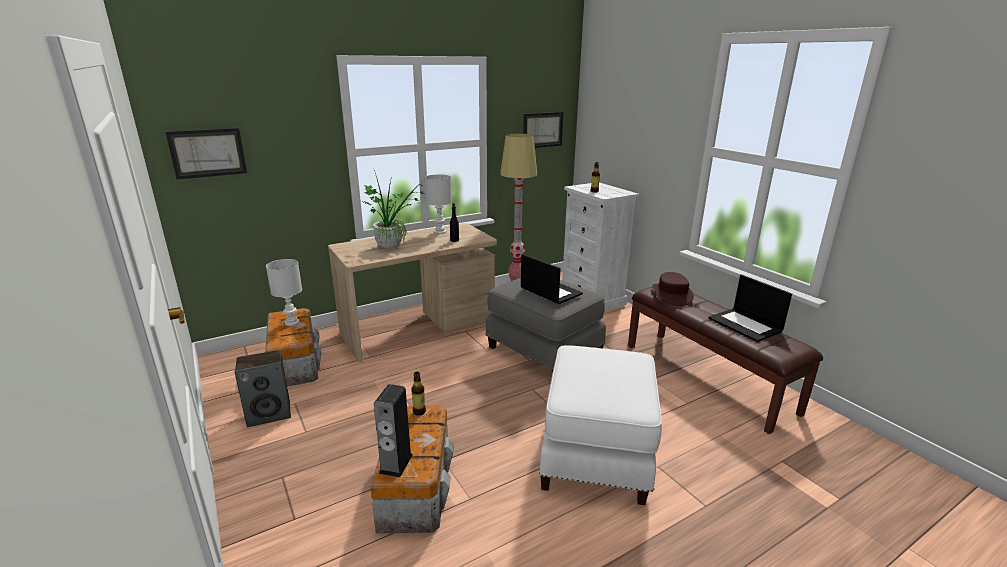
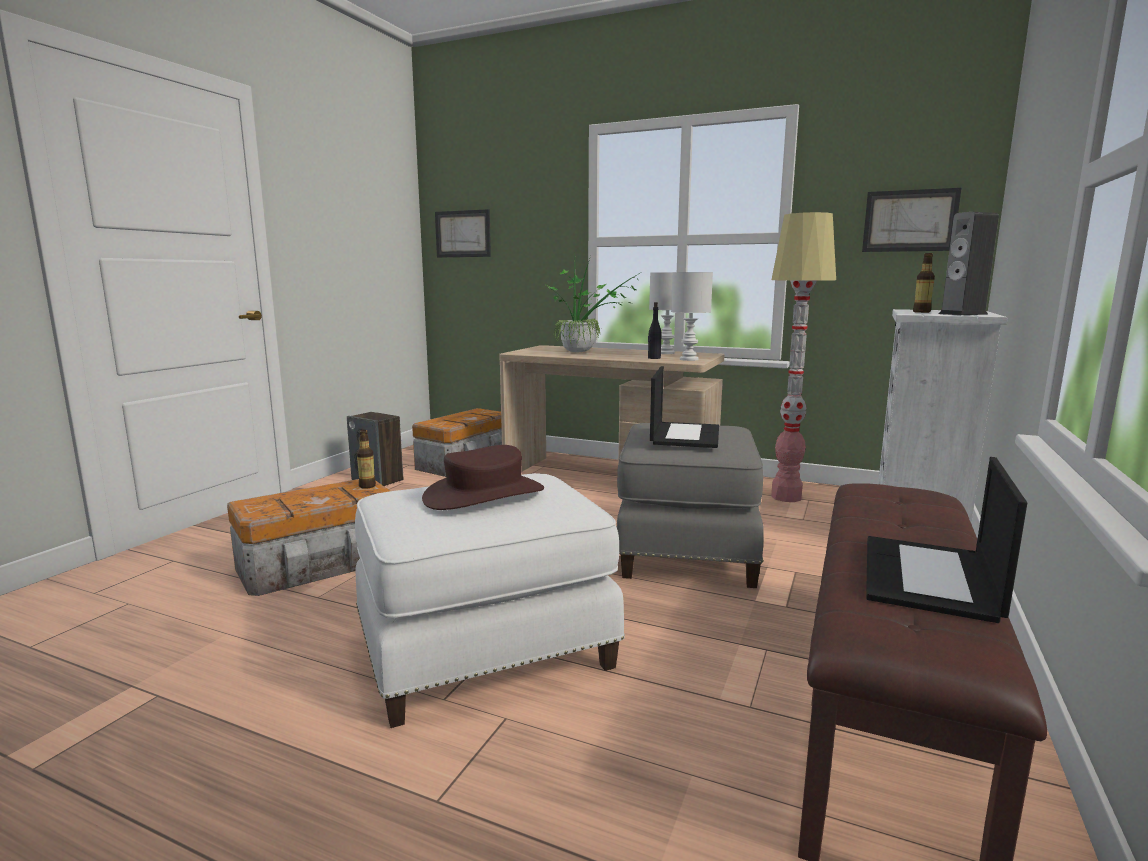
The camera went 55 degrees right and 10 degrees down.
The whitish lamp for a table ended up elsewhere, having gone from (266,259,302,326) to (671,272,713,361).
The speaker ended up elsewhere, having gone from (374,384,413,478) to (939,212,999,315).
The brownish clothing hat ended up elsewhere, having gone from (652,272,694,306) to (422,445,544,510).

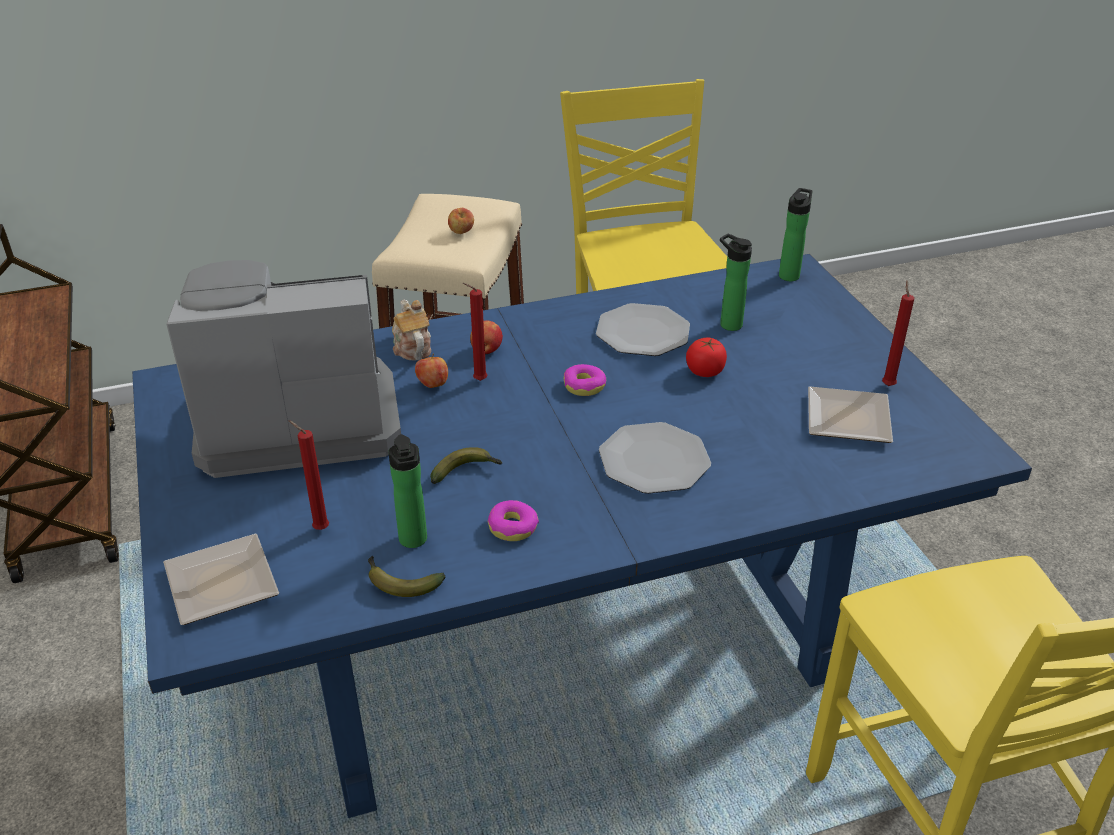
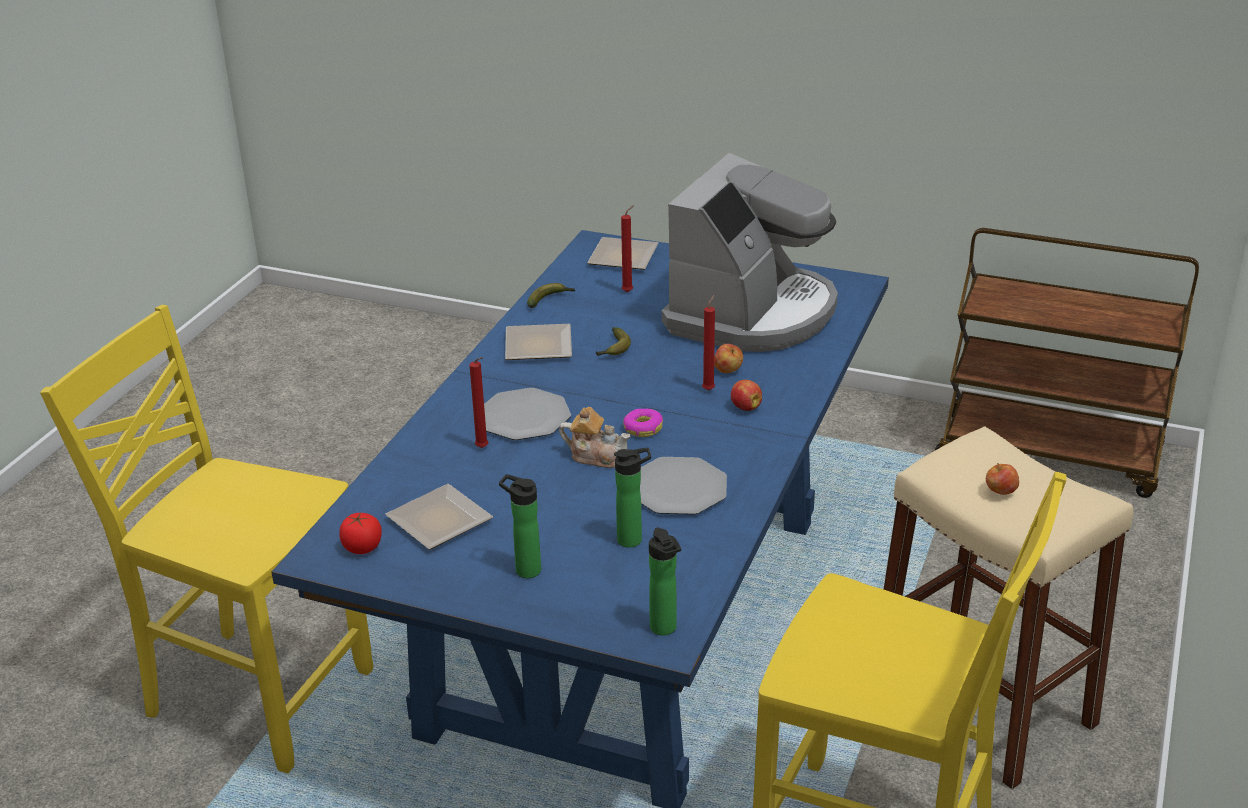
The camera went 130 degrees right and 5 degrees down.
The beverage bottle ended up elsewhere, having gone from (388,434,427,548) to (499,474,541,578).
The tea pot ended up elsewhere, having gone from (392,300,431,360) to (559,407,631,468).
Where the doughnut stood at (488,500,539,541), the flat dish came to stand at (505,324,572,360).
The fresh tomato ended up elsewhere, having gone from (686,337,727,377) to (339,512,382,554).
The reddish wax light ended up elsewhere, having gone from (882,280,914,386) to (470,357,488,448).

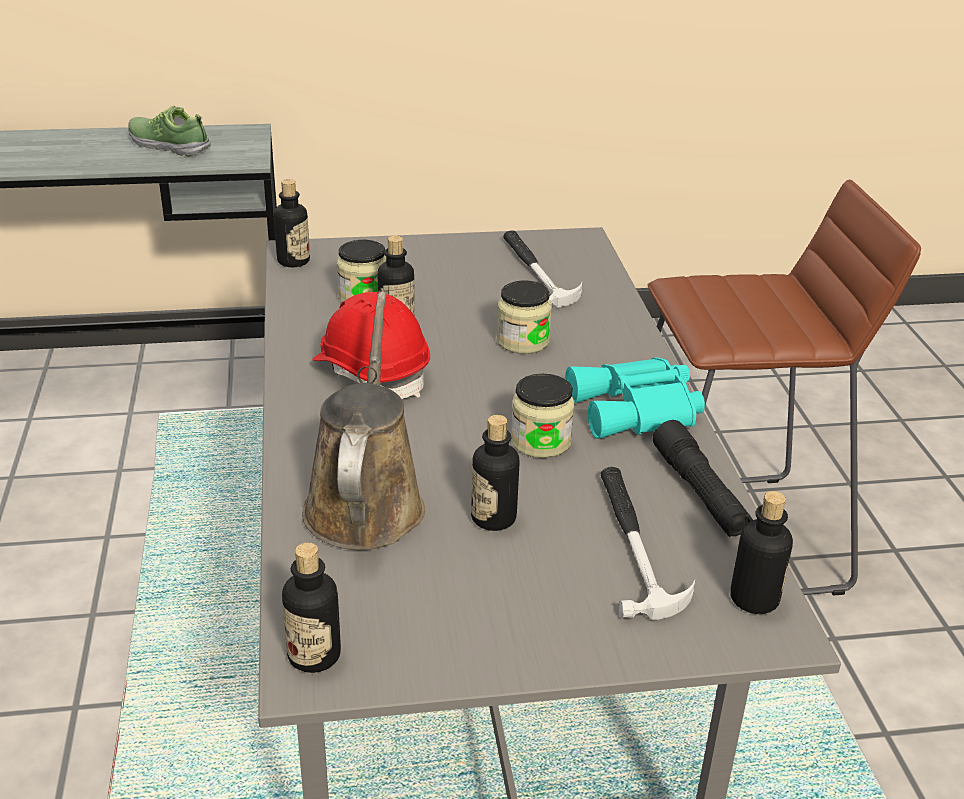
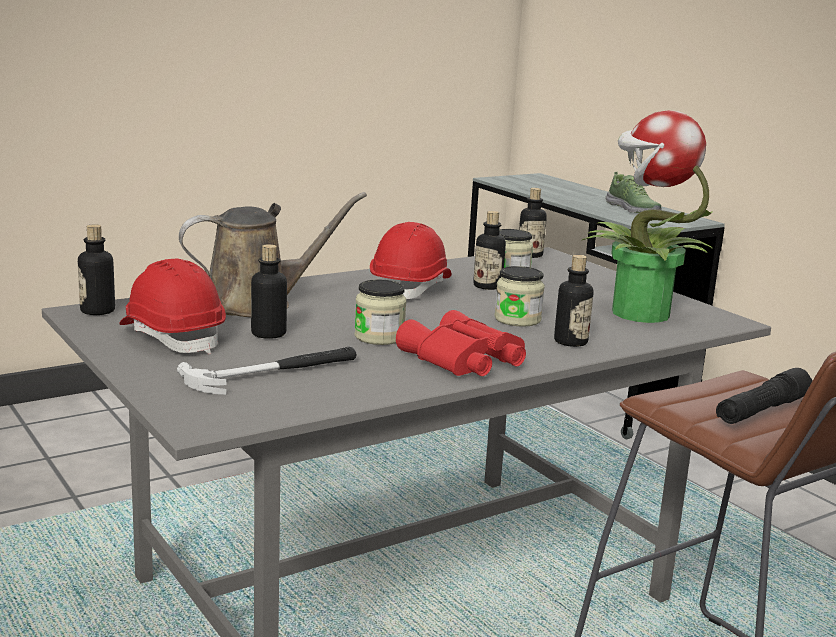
The camera went 65 degrees right and 15 degrees down.
The low shoe at (128,105,211,157) ended up facing another way, 150 degrees clockwise from before.
Where the hand hammer stood at (503,230,582,307), the potted plant came to stand at (581,110,713,323).
What was the turquoise-coloured binoculars at (565,357,705,439) turned into the reddish binoculars at (396,310,526,376).
The black hand torch ended up elsewhere, having gone from (653,420,753,537) to (716,368,812,424).
The beverage bottle ended up elsewhere, having gone from (730,491,793,614) to (554,255,594,347).
The second view gained the reddish hard hat at (119,258,226,354).

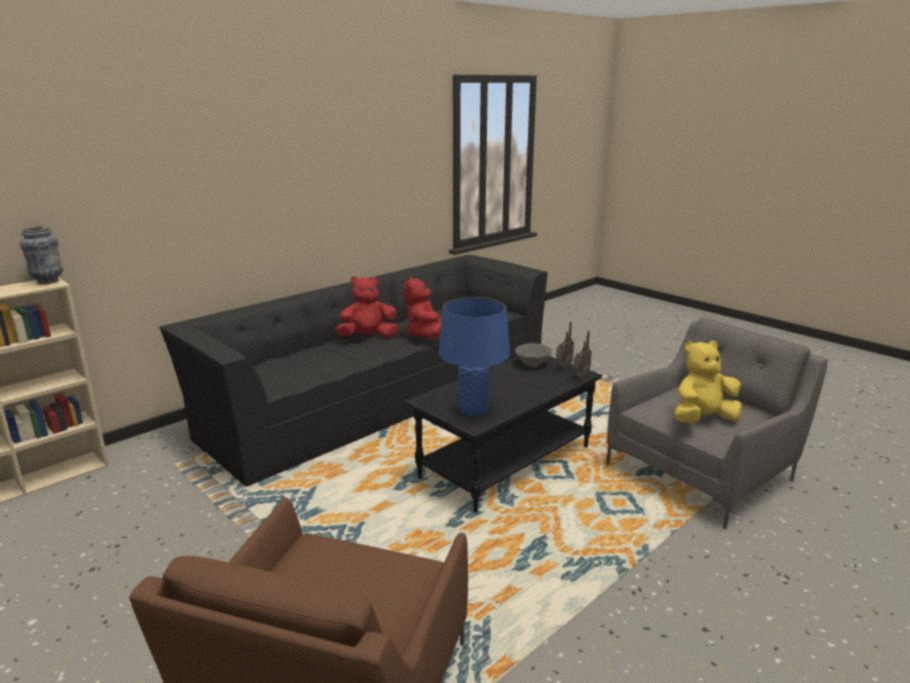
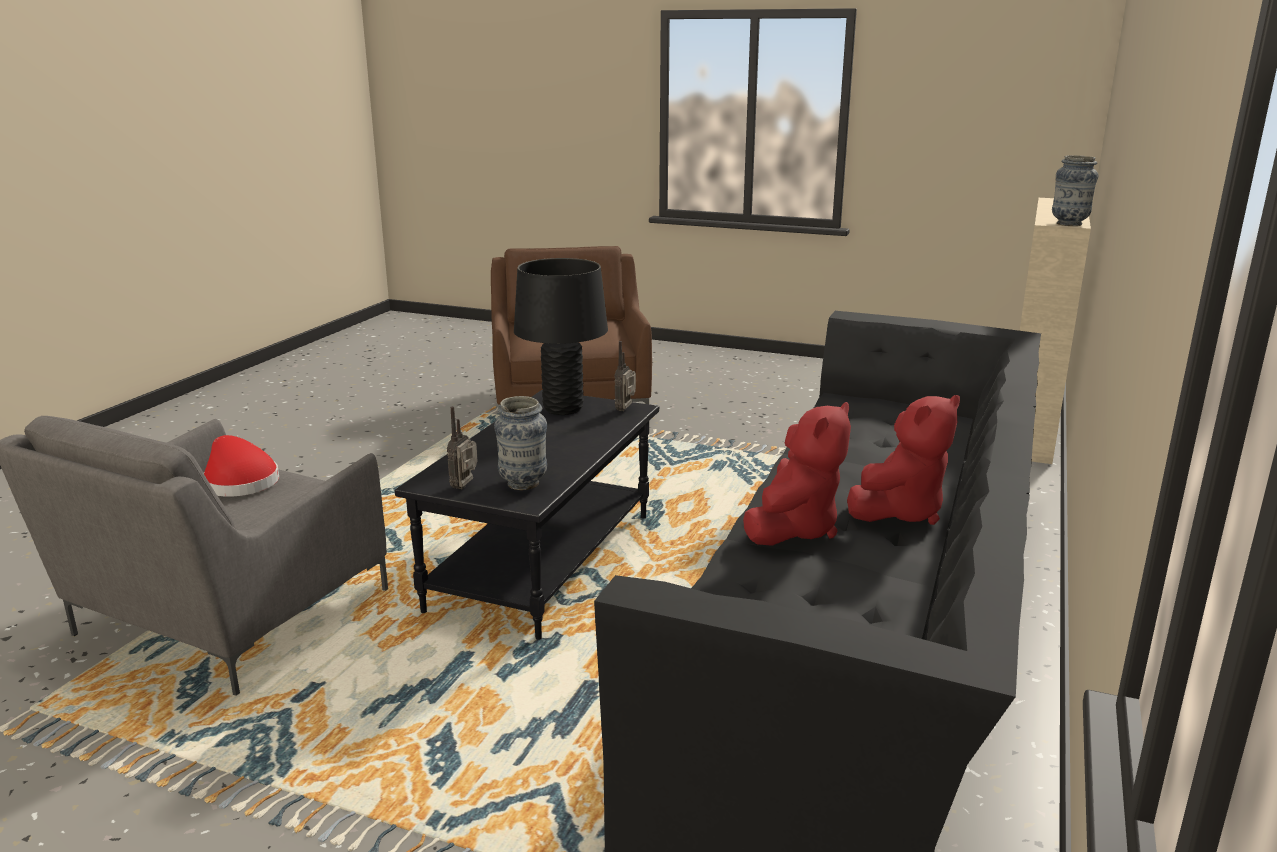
The camera went 155 degrees right and 0 degrees up.
The reddish cuddly toy at (404,276,442,338) ended up facing another way, 60 degrees clockwise from before.
What was the blue-coloured lamp for a table at (438,297,510,416) turned into the black lamp for a table at (514,258,608,415).
Where the grey serving bowl stood at (515,343,552,367), the vase came to stand at (494,396,547,490).
The radio set ended up elsewhere, having gone from (573,331,592,380) to (615,341,636,411).
Where the yellowish cuddly toy stood at (674,340,742,423), the reddish clothing hat came to stand at (204,435,279,497).

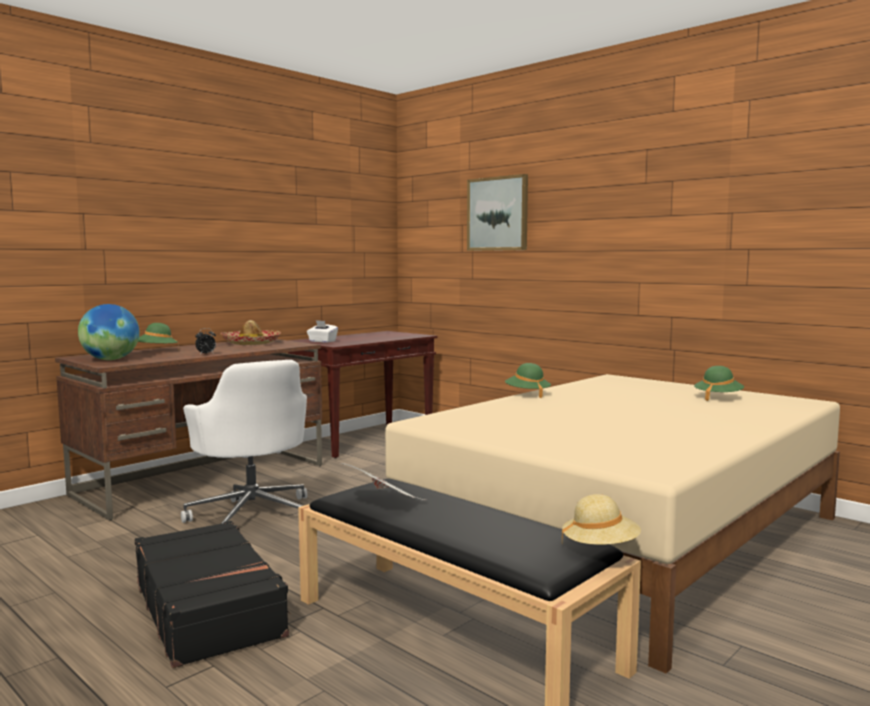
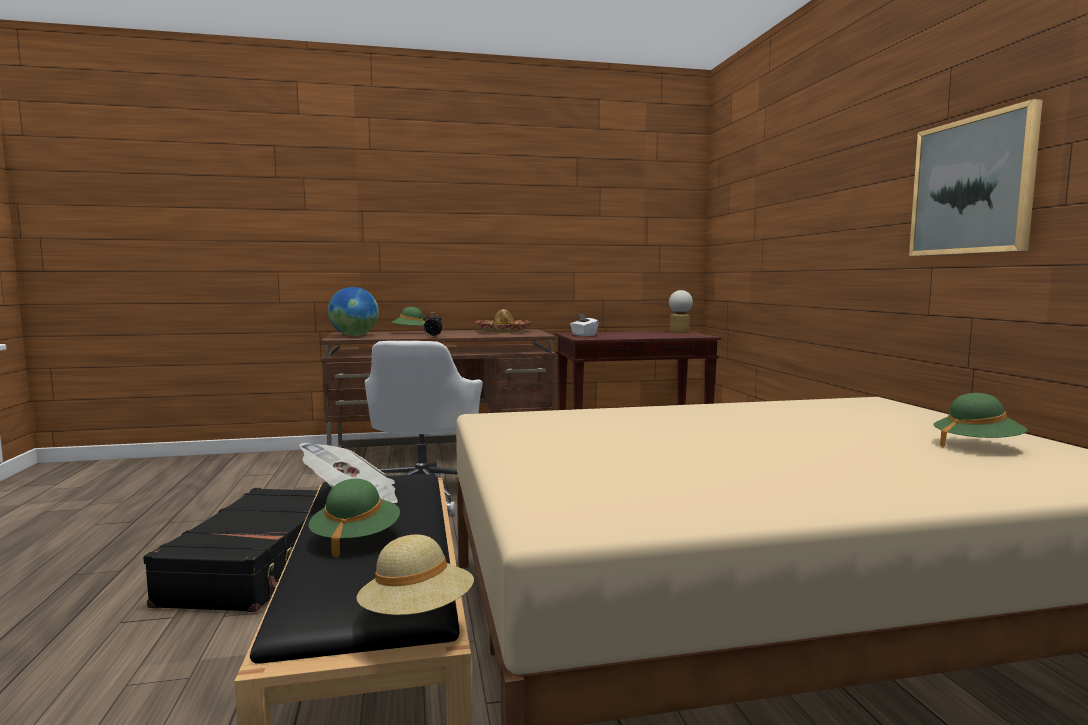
The camera went 35 degrees right and 0 degrees up.
The wall art ended up elsewhere, having gone from (467,174,528,251) to (909,99,1043,256).
The green clothing hat ended up elsewhere, having gone from (505,363,551,398) to (309,479,400,558).
The second view gained the lamp for a table at (669,290,693,333).

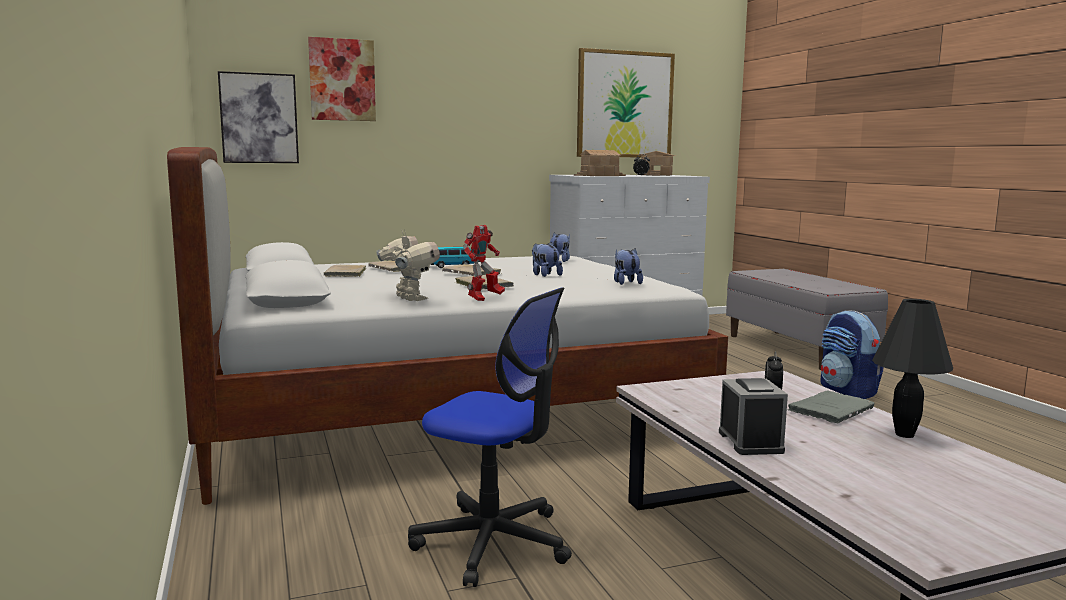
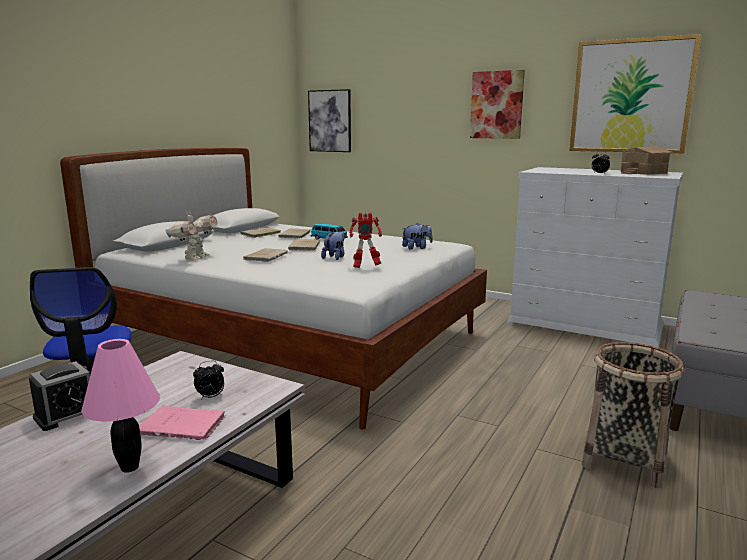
The camera went 50 degrees right and 5 degrees up.
The wall art ended up elsewhere, having gone from (308,37,376,121) to (470,70,525,139).
The robot figure ended up elsewhere, having gone from (463,225,505,301) to (349,212,382,268).
The second view lost the miniature house at (574,150,626,176).
The second view lost the cuddly toy at (614,248,643,285).
What was the grey book at (787,391,875,424) turned into the pink book at (139,406,227,440).
Where the backpack stood at (820,310,884,399), the storage basket came to stand at (582,342,684,488).
What was the black lamp for a table at (872,299,953,438) turned into the pink lamp for a table at (81,339,160,473).

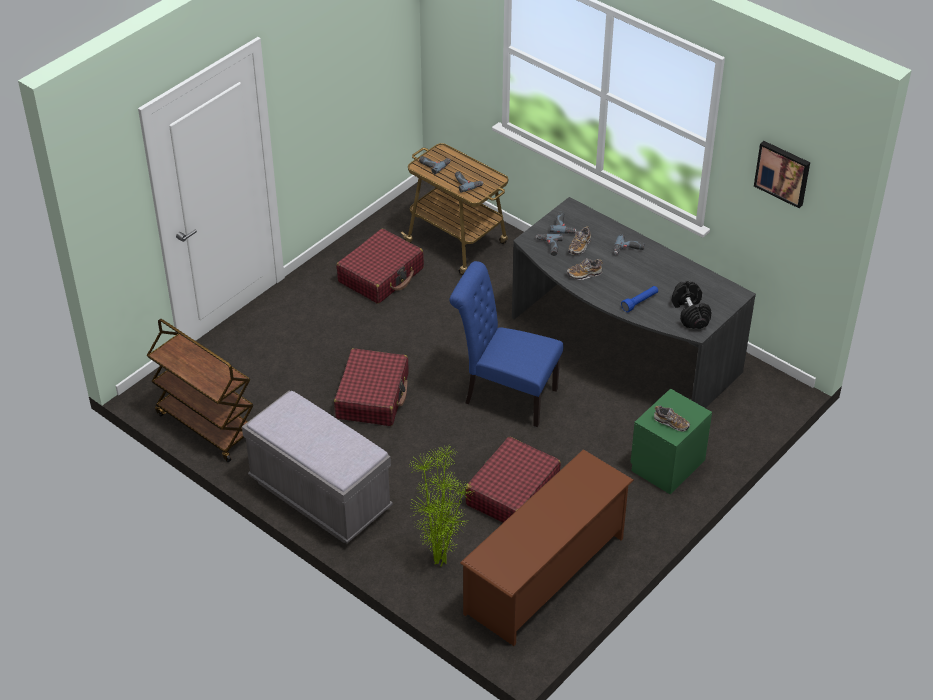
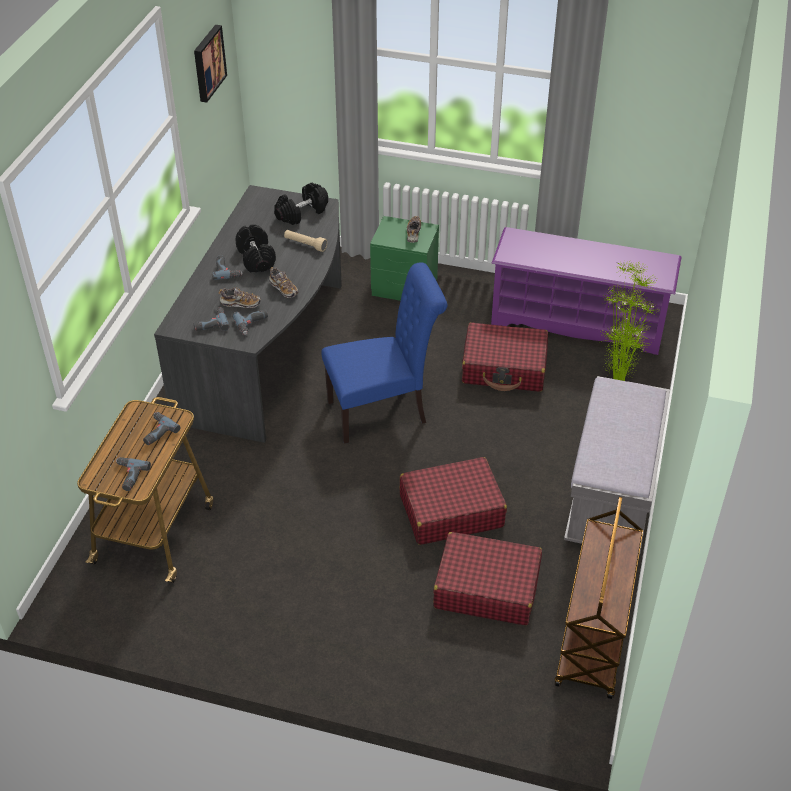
The camera went 115 degrees left and 0 degrees up.
The reddish suitcase ended up elsewhere, having gone from (336,229,424,304) to (433,532,542,625).
The blue-coloured chair at (449,261,563,427) ended up facing another way, 105 degrees counterclockwise from before.
What was the brownish shoe shelf at (460,449,634,646) turned into the purple shoe shelf at (491,227,682,355).
What was the blue-coloured hand torch at (621,286,658,312) turned into the beige-coloured hand torch at (284,230,327,252).
The second view gained the black hand weight at (235,224,276,272).

